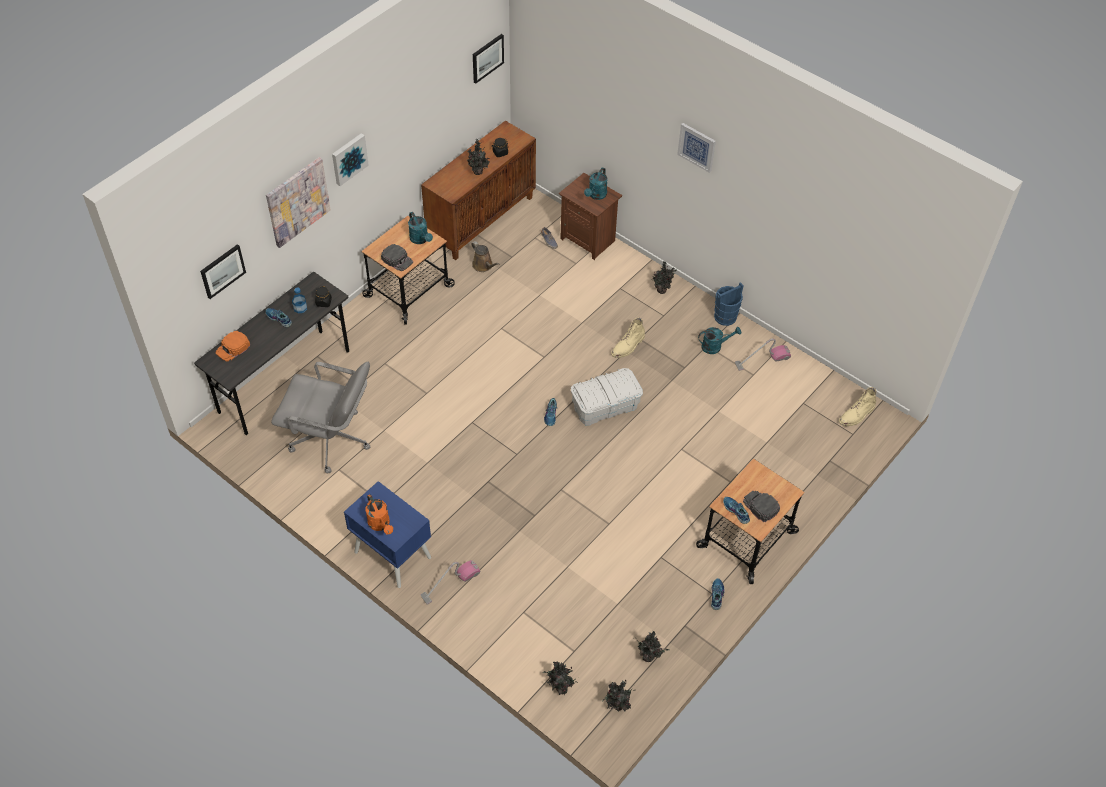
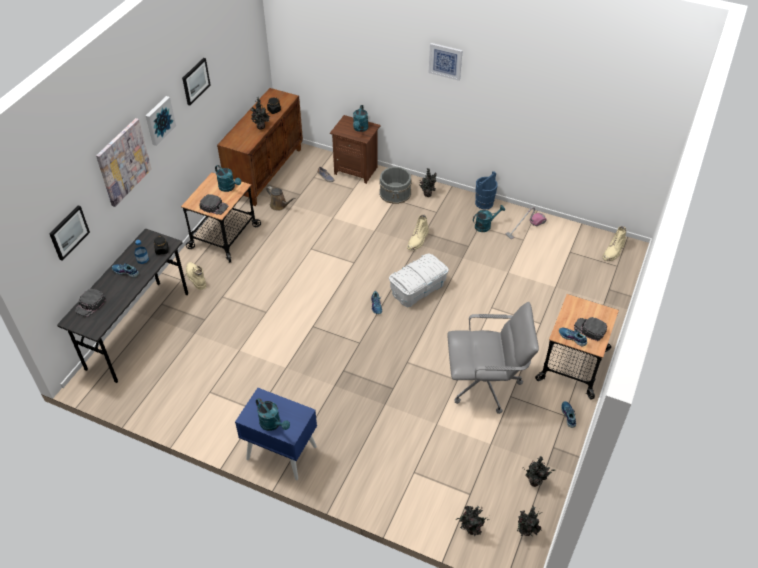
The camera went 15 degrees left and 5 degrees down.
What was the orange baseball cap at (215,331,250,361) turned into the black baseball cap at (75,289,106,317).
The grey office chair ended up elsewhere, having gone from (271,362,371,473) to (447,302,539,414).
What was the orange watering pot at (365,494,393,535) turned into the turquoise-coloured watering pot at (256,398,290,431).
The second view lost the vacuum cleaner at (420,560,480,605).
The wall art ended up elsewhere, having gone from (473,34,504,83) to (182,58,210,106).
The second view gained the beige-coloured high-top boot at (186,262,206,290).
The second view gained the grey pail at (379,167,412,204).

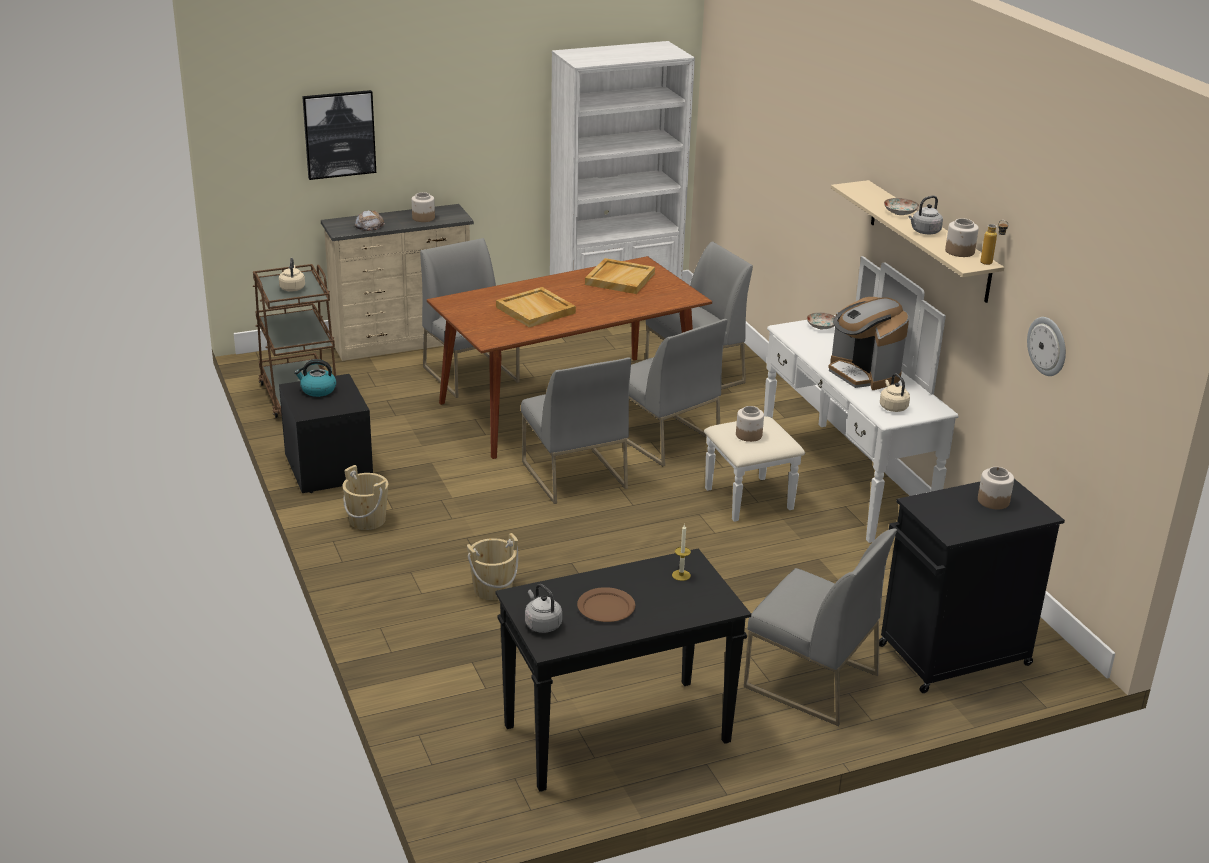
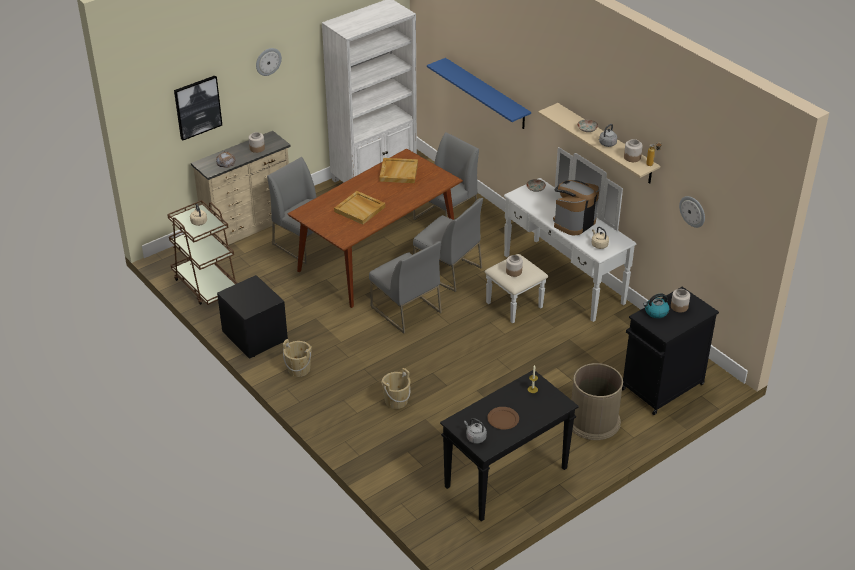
The camera went 15 degrees left and 10 degrees up.
The water kettle ended up elsewhere, having gone from (294,359,336,397) to (643,293,669,318).
Where the grey chair stood at (744,528,897,726), the brownish trash can came to stand at (571,363,623,440).
The coffee maker at (828,297,909,390) ended up facing another way, 90 degrees clockwise from before.
The second view gained the clock on the wall at (256,48,282,76).
The second view gained the blue-coloured wall shelf at (427,58,531,129).

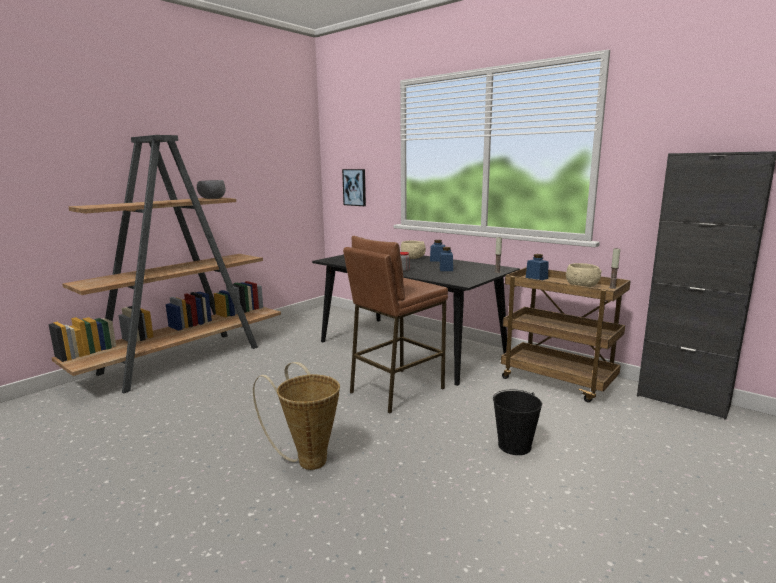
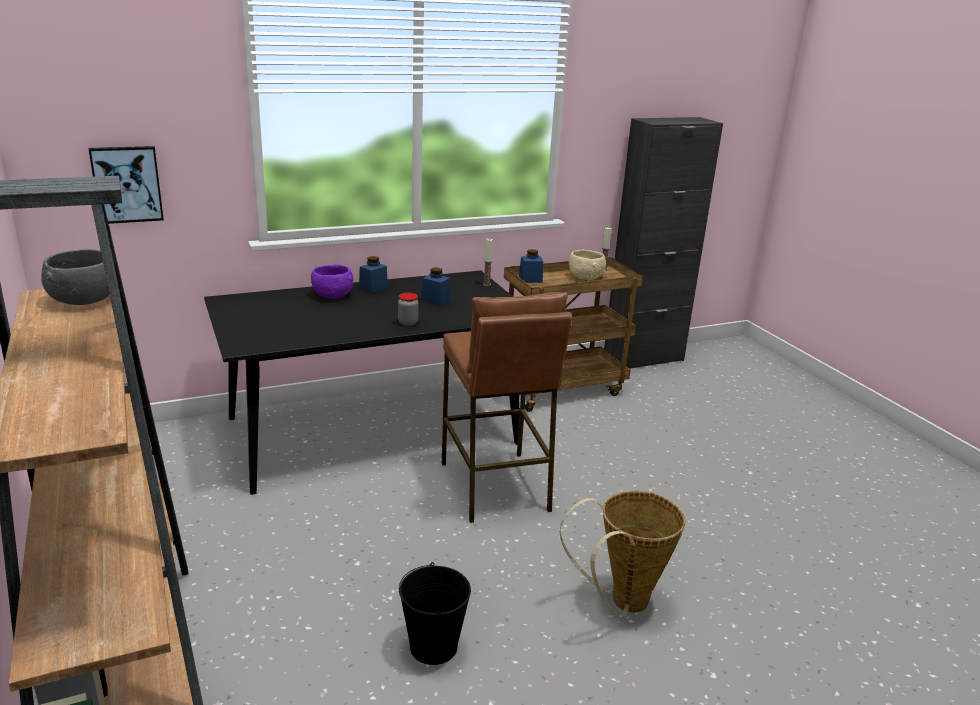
The camera went 65 degrees left and 10 degrees up.
What was the beige-coloured serving bowl at (401,241,426,259) turned into the purple serving bowl at (311,264,354,299).
The black pail ended up elsewhere, having gone from (493,389,542,455) to (399,562,471,665).

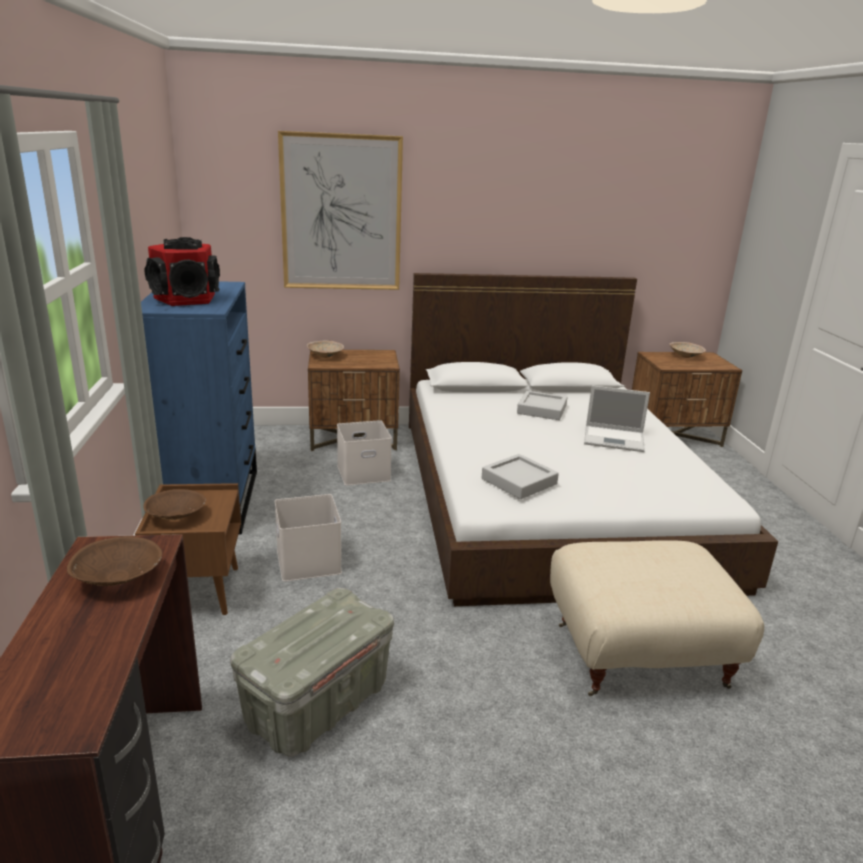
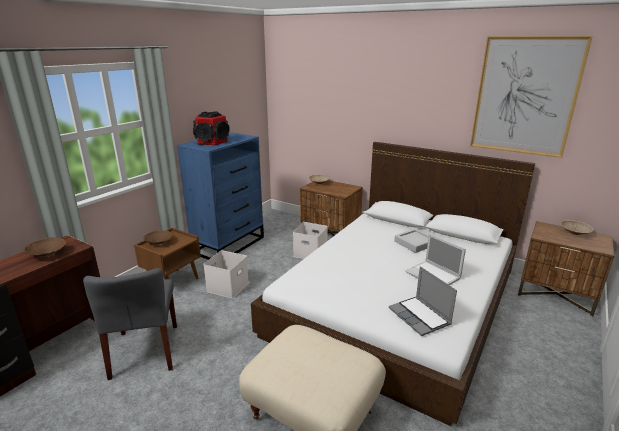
The camera went 40 degrees right and 0 degrees up.
Where the grey storage bin stood at (230,588,394,757), the grey chair came to stand at (83,268,177,380).
The wall art ended up elsewhere, having gone from (278,131,403,290) to (470,36,593,158).
The second view lost the grey carrying tray at (482,454,559,499).
The second view gained the notebook computer at (389,266,457,336).

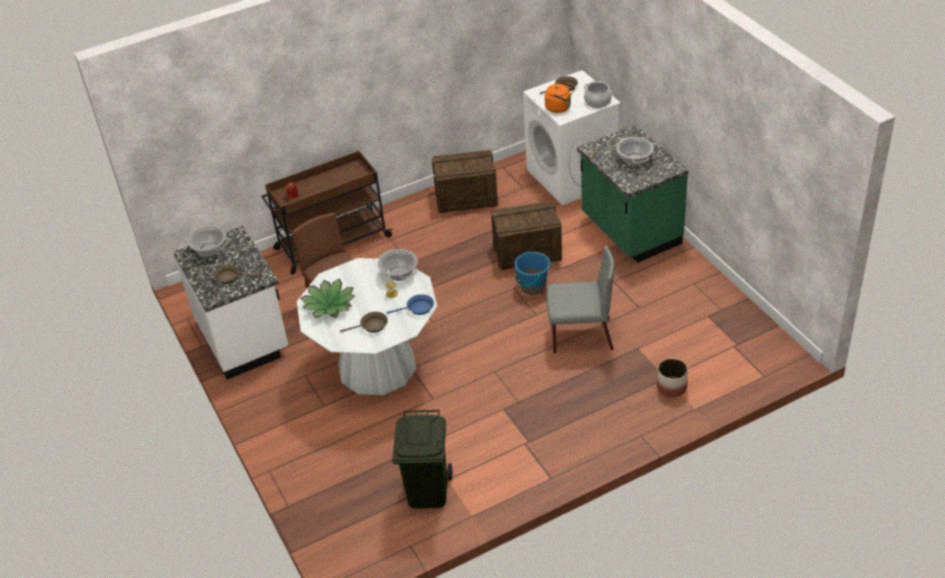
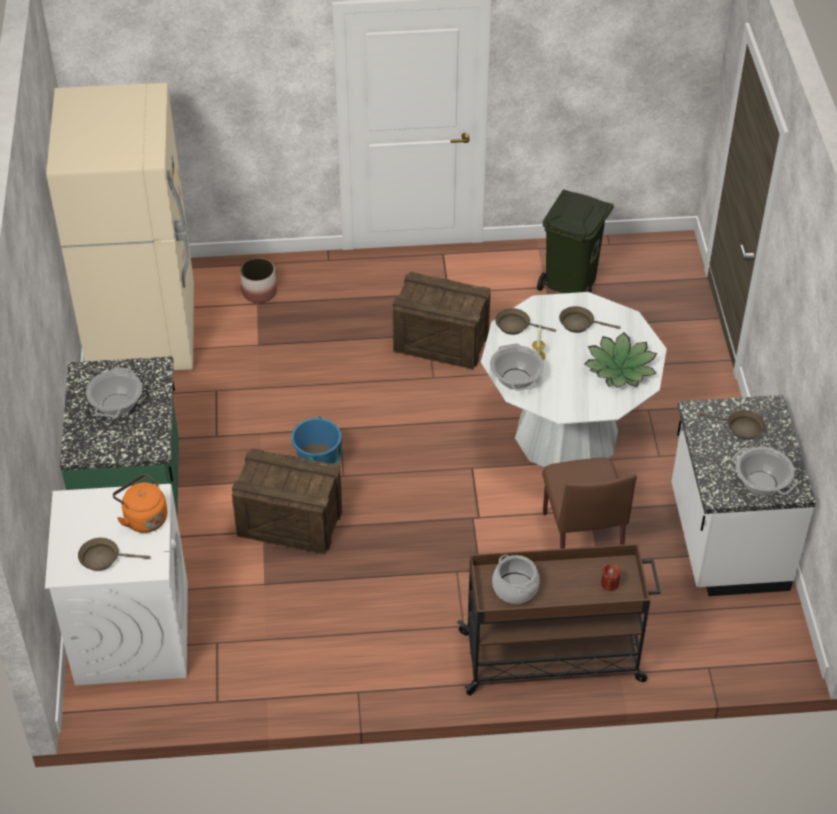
The camera went 160 degrees left and 5 degrees up.
What was the blue-coloured skillet at (386,294,434,315) turned into the brownish skillet at (495,308,556,335).
The shipping crate ended up elsewhere, having gone from (432,150,498,213) to (393,272,491,370).
The second view lost the grey chair at (547,246,614,353).
The cooking pot ended up elsewhere, having gone from (584,81,612,108) to (492,555,540,604).
The second view gained the beige-coloured kitchen fridge at (46,83,194,370).

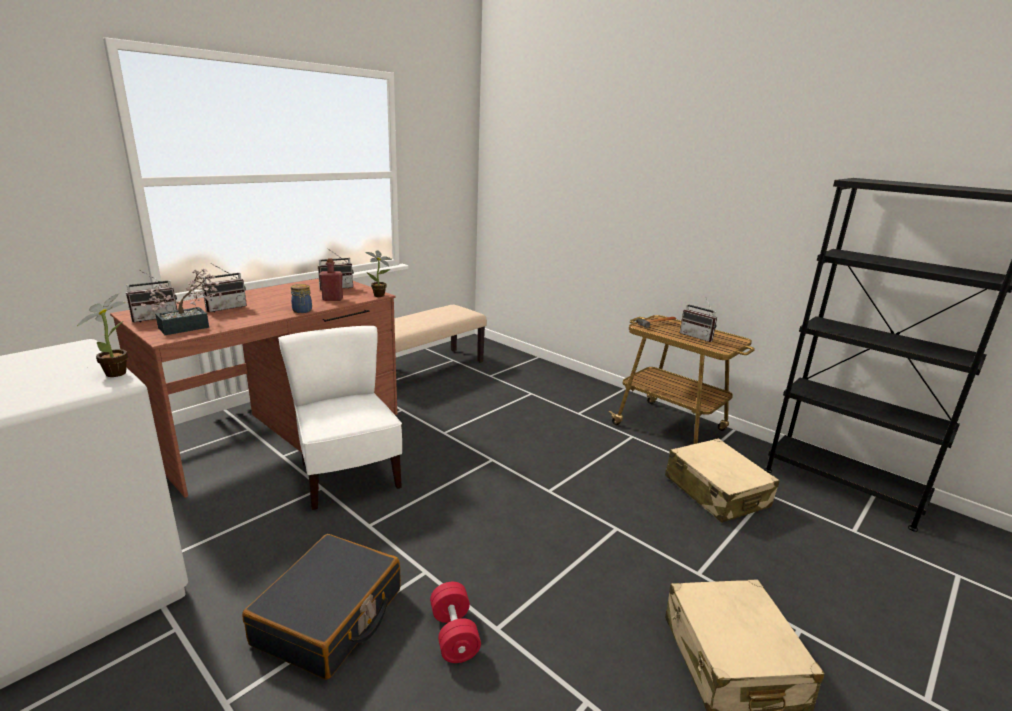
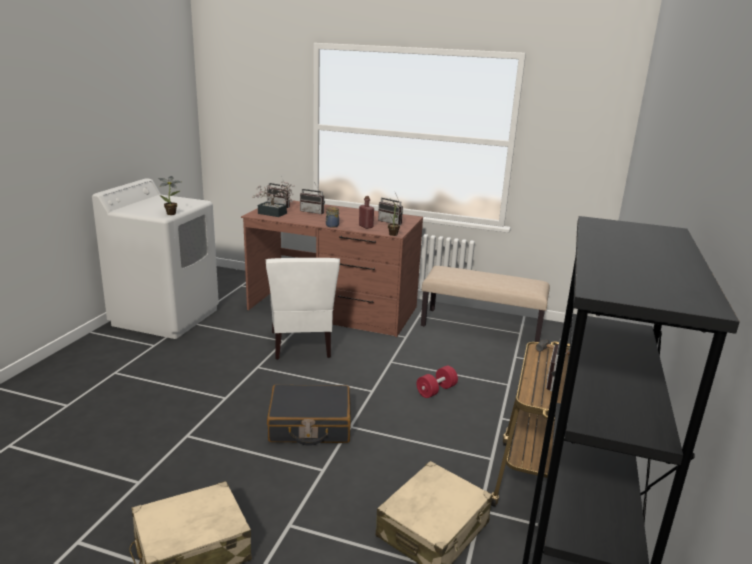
The camera went 65 degrees right and 0 degrees up.
The black suitcase ended up elsewhere, having gone from (242,534,401,680) to (267,384,351,446).
The whitish chair at (278,326,402,510) ended up facing another way, 135 degrees clockwise from before.
The reddish hand weight ended up elsewhere, having gone from (430,582,481,663) to (417,366,458,398).

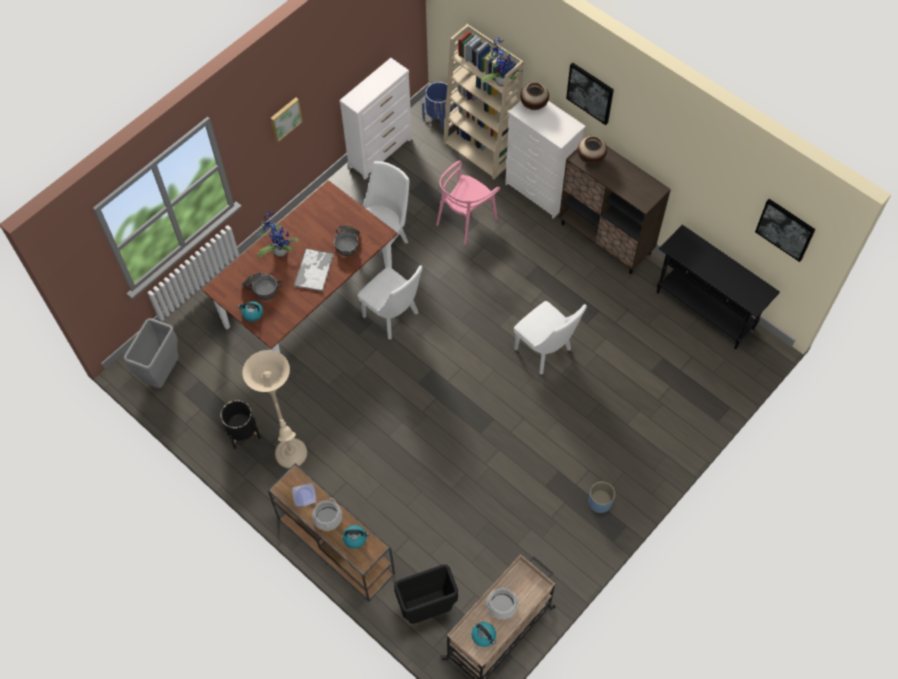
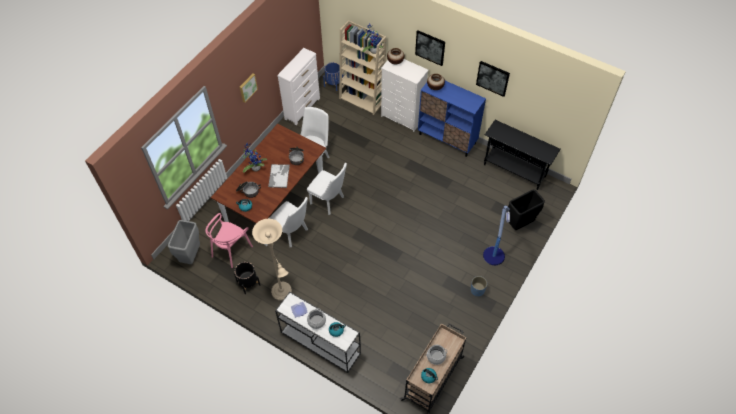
The camera went 10 degrees left and 5 degrees down.
What was the brownish console table at (268,463,395,602) turned into the whitish console table at (275,292,361,373).
The black trash can ended up elsewhere, having gone from (394,564,458,624) to (508,190,545,230).
The pink chair ended up elsewhere, having gone from (436,160,500,245) to (205,213,253,268).
The whitish chair ended up elsewhere, having gone from (514,301,587,374) to (269,197,308,247).
What was the brownish cupboard at (559,135,671,274) turned into the blue-coloured cupboard at (418,81,486,157).
The wall art ended up elsewhere, having gone from (755,199,816,262) to (476,61,510,97).
The second view gained the standard lamp at (483,205,510,265).

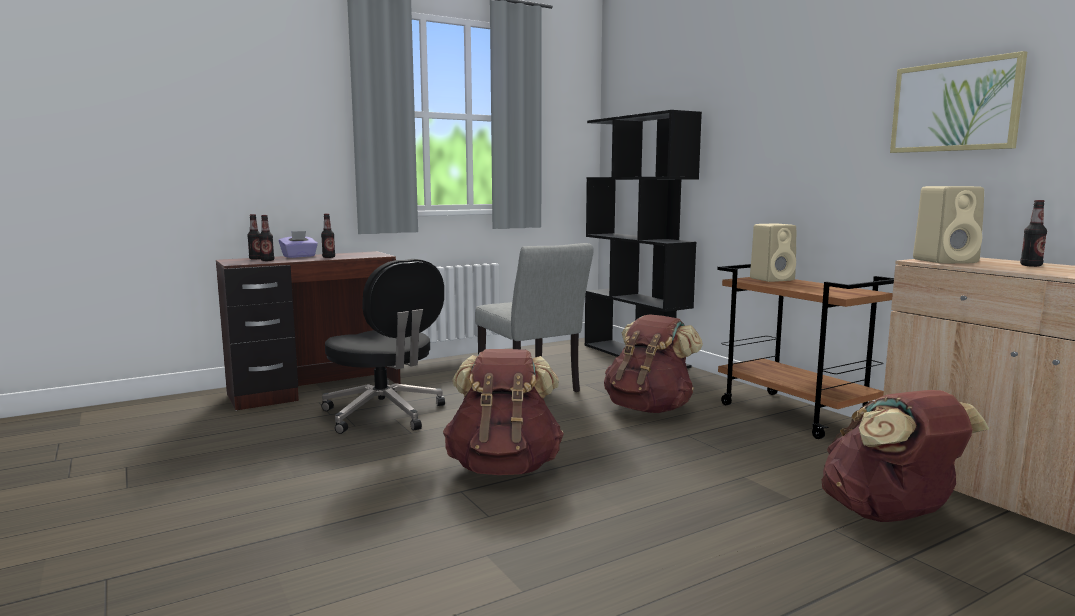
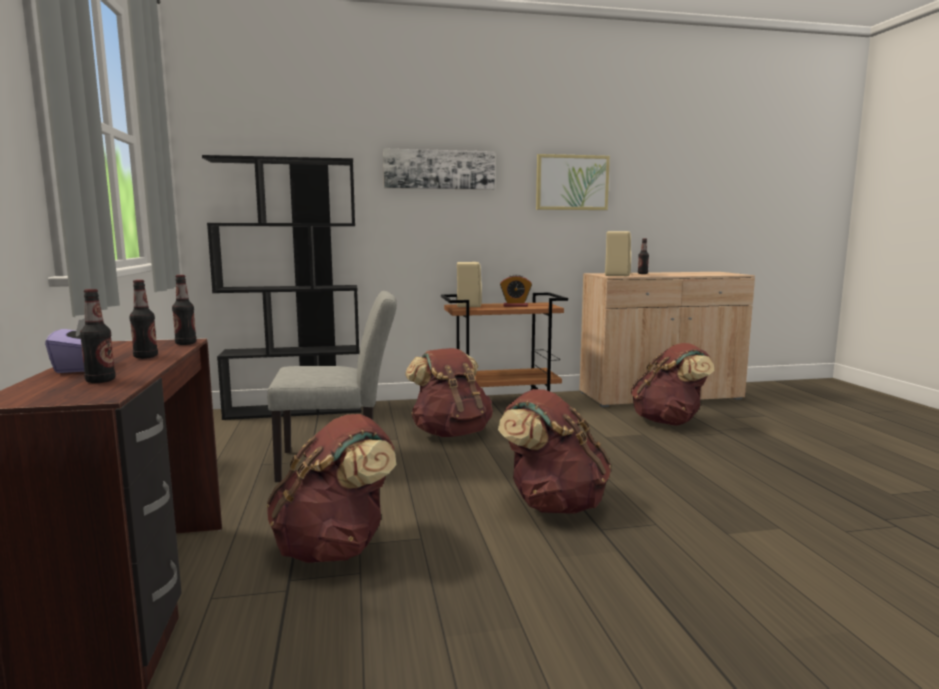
The camera went 70 degrees left and 0 degrees up.
The beverage bottle ended up elsewhere, having gone from (247,214,260,260) to (172,275,197,345).
Where the black office chair stood at (321,259,445,434), the brownish backpack came to stand at (267,414,397,563).
The second view gained the wall art at (383,148,495,190).
The second view gained the alarm clock at (500,275,532,307).

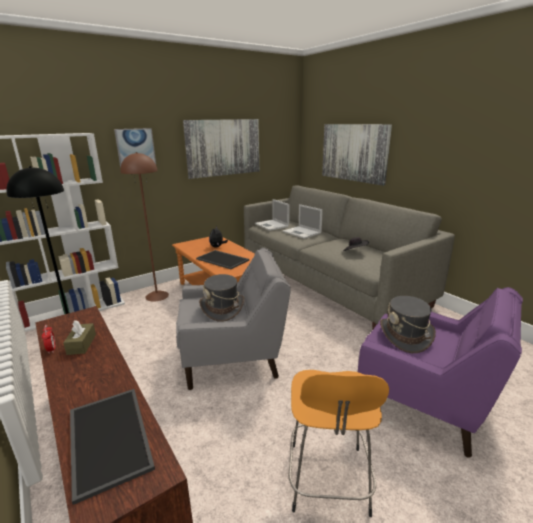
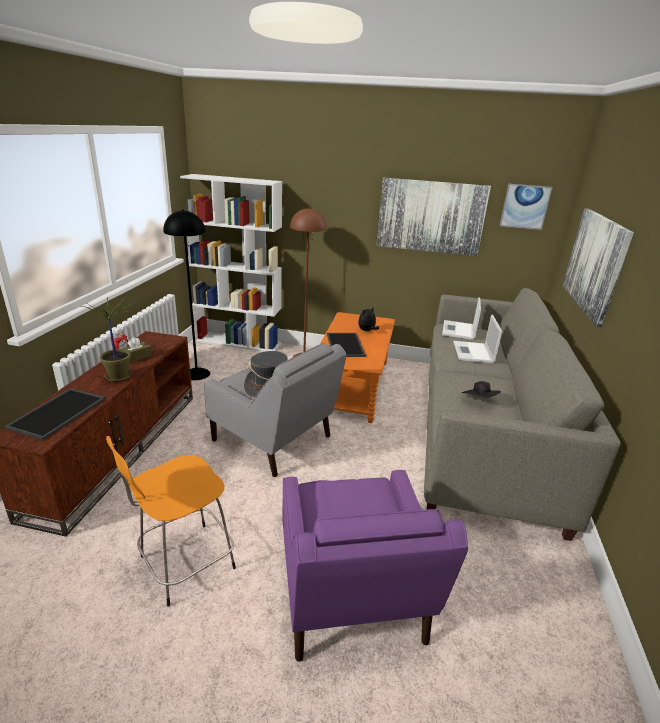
The camera went 45 degrees right and 5 degrees up.
The wall art ended up elsewhere, having gone from (114,128,156,167) to (500,184,553,230).
The second view lost the grey clothing hat at (380,296,436,353).
The second view gained the potted plant at (80,297,136,382).

